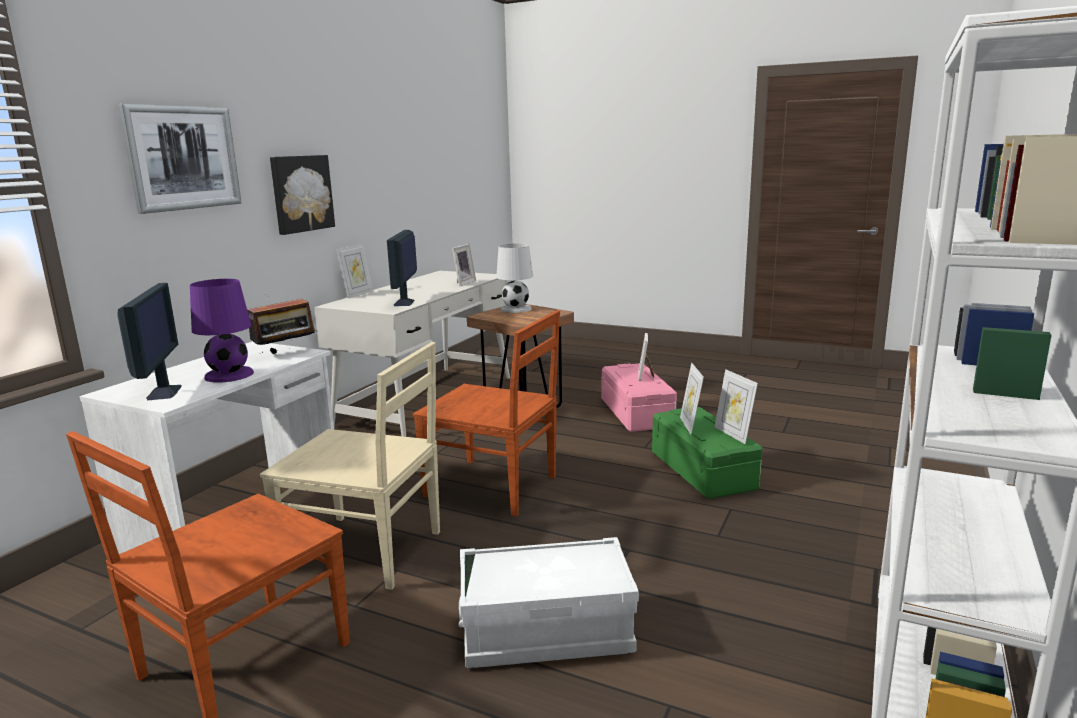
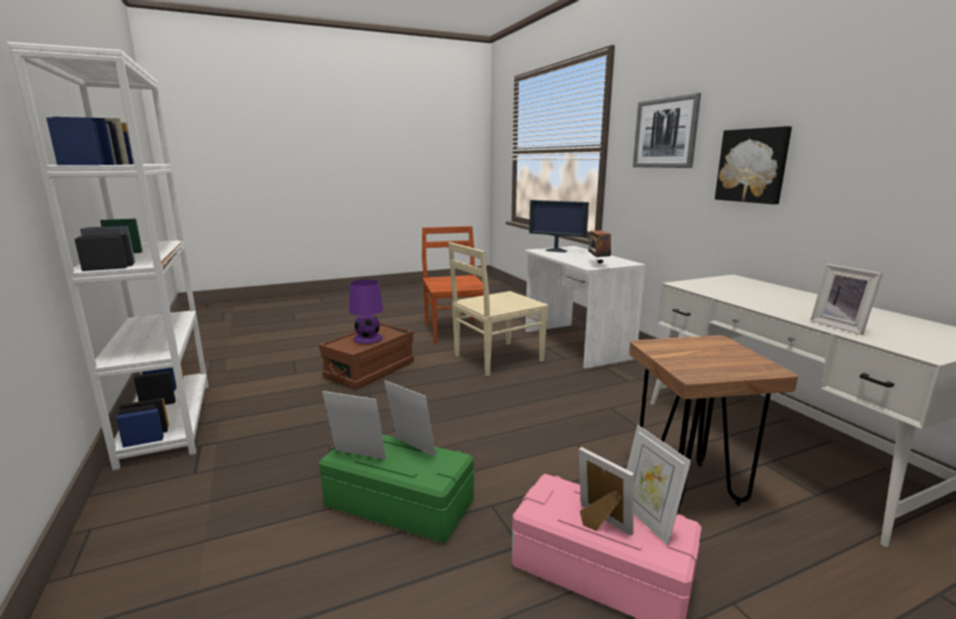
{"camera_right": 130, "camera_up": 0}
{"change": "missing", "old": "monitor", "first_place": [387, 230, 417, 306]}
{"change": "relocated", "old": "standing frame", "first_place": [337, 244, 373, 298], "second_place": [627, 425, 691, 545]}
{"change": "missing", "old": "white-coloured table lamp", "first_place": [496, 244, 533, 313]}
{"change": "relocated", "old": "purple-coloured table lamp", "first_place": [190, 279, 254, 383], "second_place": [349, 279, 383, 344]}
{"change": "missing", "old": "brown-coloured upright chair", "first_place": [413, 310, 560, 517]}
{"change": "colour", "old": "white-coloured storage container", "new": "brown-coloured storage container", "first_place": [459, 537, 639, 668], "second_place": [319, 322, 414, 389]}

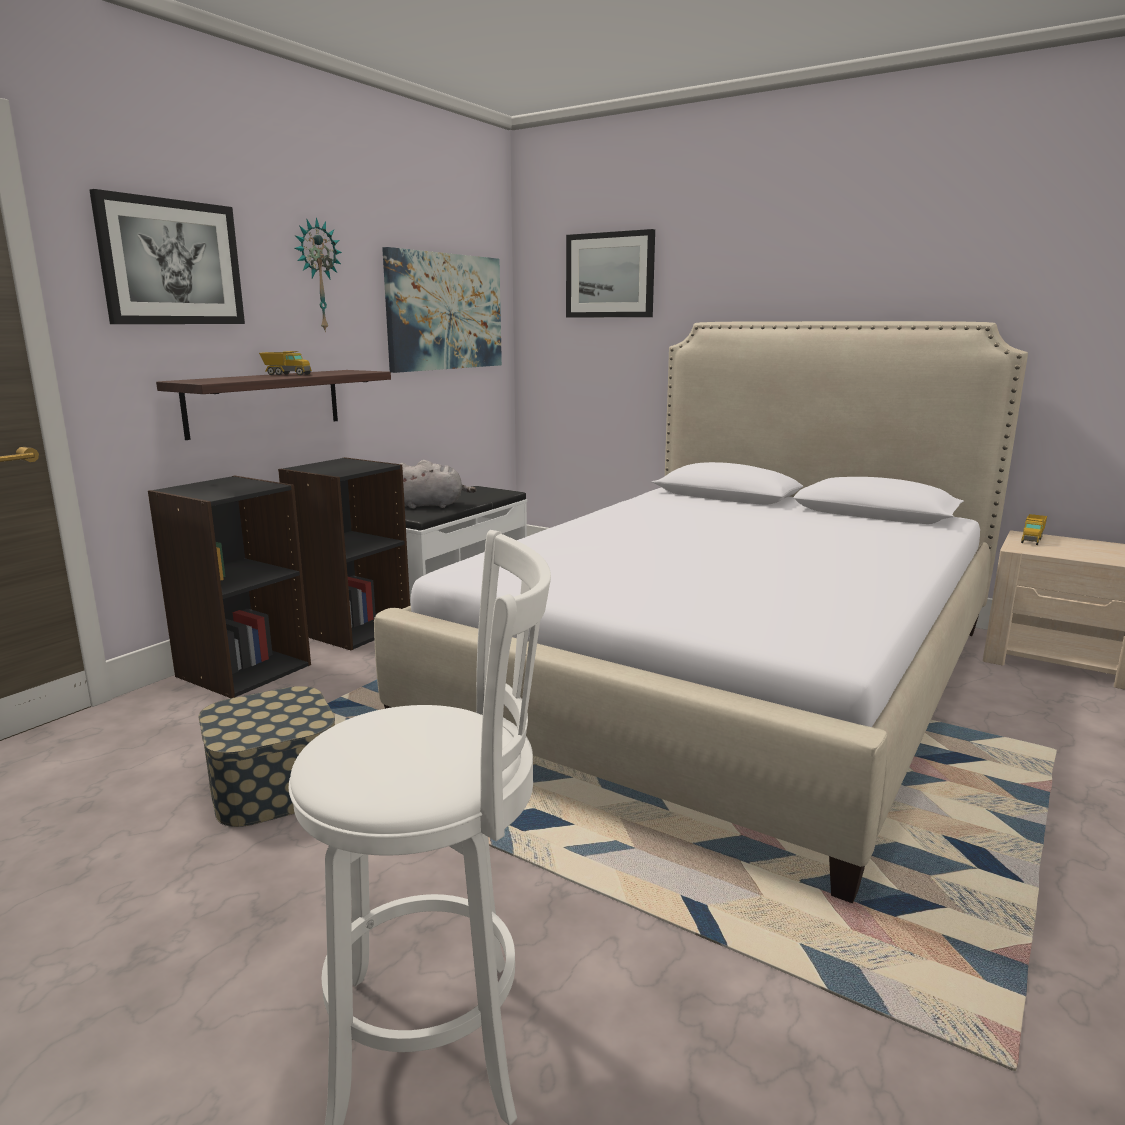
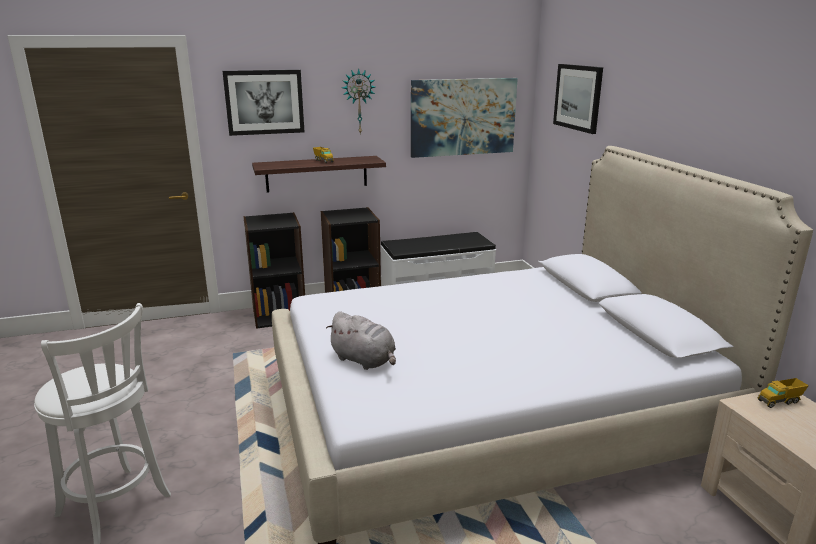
{"camera_right": 40, "camera_up": 5}
{"change": "relocated", "old": "grey plush toy", "first_place": [400, 460, 476, 509], "second_place": [326, 312, 396, 370]}
{"change": "missing", "old": "storage container", "first_place": [198, 686, 335, 827]}

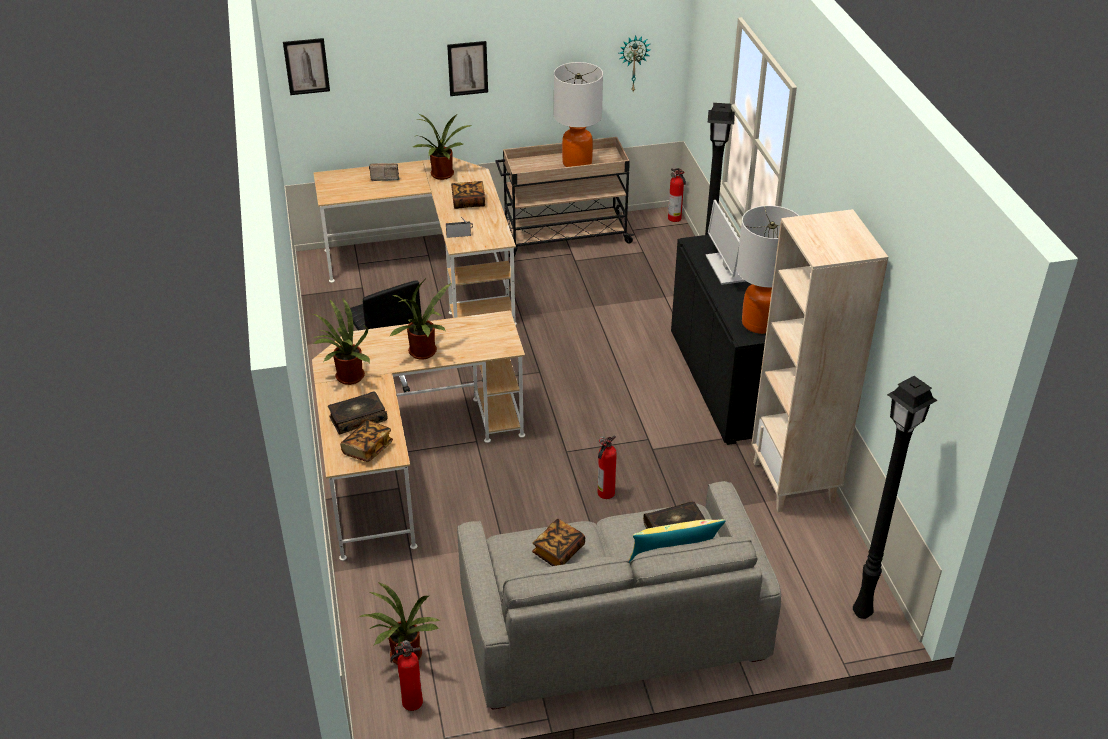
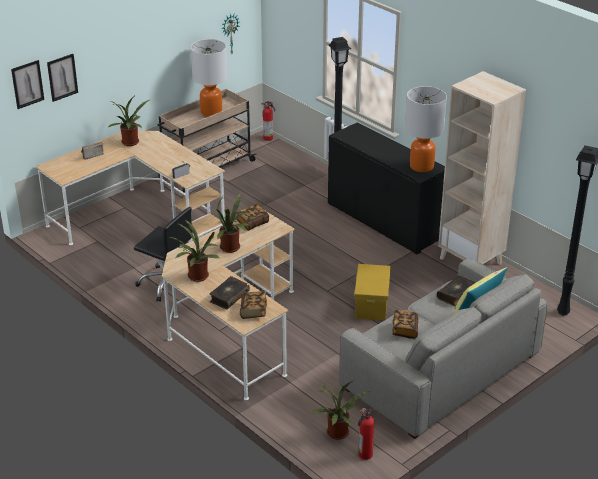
{"camera_right": -30, "camera_up": -5}
{"change": "relocated", "old": "wall art", "first_place": [447, 41, 488, 96], "second_place": [47, 54, 78, 102]}
{"change": "relocated", "old": "book", "first_place": [451, 181, 485, 209], "second_place": [236, 204, 269, 231]}
{"change": "missing", "old": "monitor", "first_place": [706, 200, 745, 285]}
{"change": "exchanged", "old": "fire extinguisher", "new": "yellowish storage container", "first_place": [598, 435, 617, 499], "second_place": [354, 264, 391, 321]}

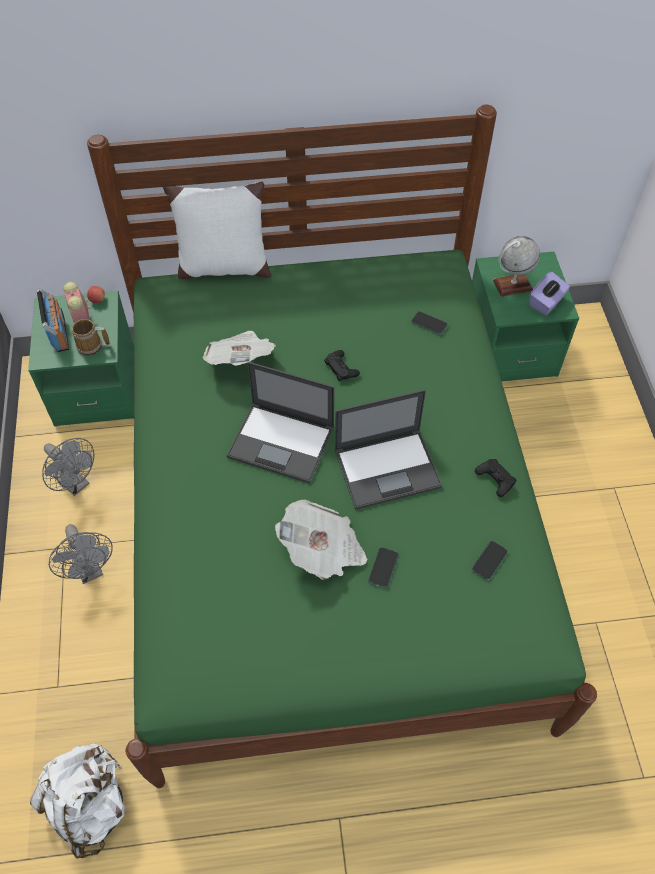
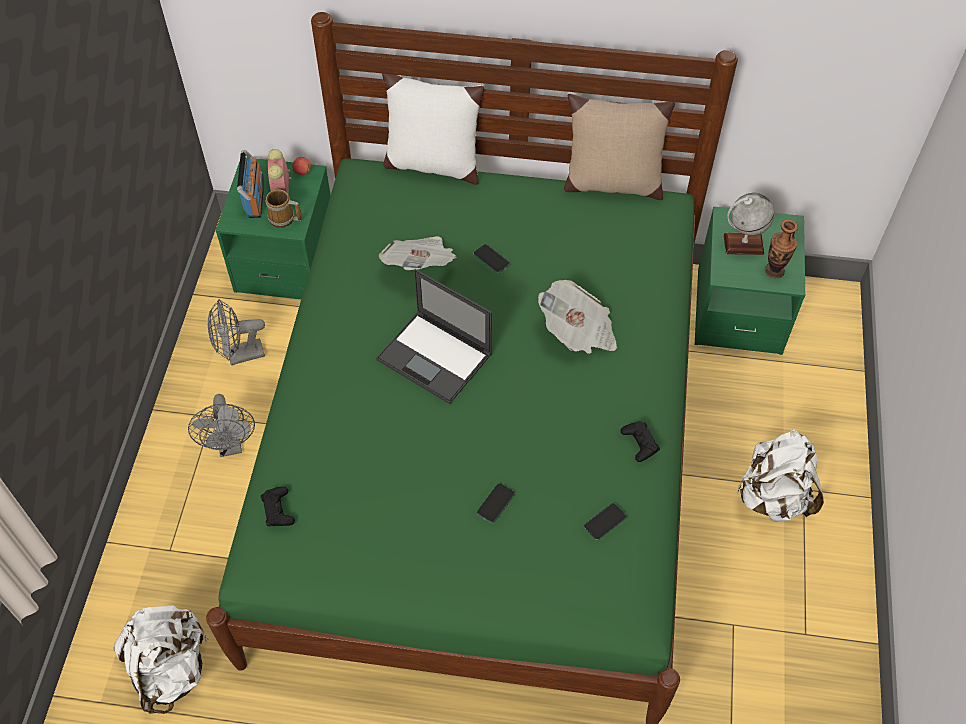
{"camera_right": 15, "camera_up": 0}
{"change": "exchanged", "old": "purple-coloured tissue box", "new": "decorative vase", "first_place": [529, 272, 570, 315], "second_place": [765, 219, 798, 278]}
{"change": "relocated", "old": "phone", "first_place": [411, 311, 448, 335], "second_place": [473, 244, 510, 273]}
{"change": "relocated", "old": "blackish joypad", "first_place": [324, 350, 360, 381], "second_place": [261, 486, 295, 526]}
{"change": "missing", "old": "laptop", "first_place": [335, 389, 442, 510]}
{"change": "spun", "old": "grey cooling fan", "first_place": [42, 438, 95, 496], "second_place": [208, 299, 265, 365], "degrees": 105}
{"change": "relocated", "old": "printed paper", "first_place": [275, 500, 367, 579], "second_place": [538, 280, 617, 354]}
{"change": "appeared", "new": "beige-coloured pillow", "second_place": [564, 94, 675, 200]}
{"change": "appeared", "new": "white-coloured rucksack", "second_place": [736, 429, 824, 522]}

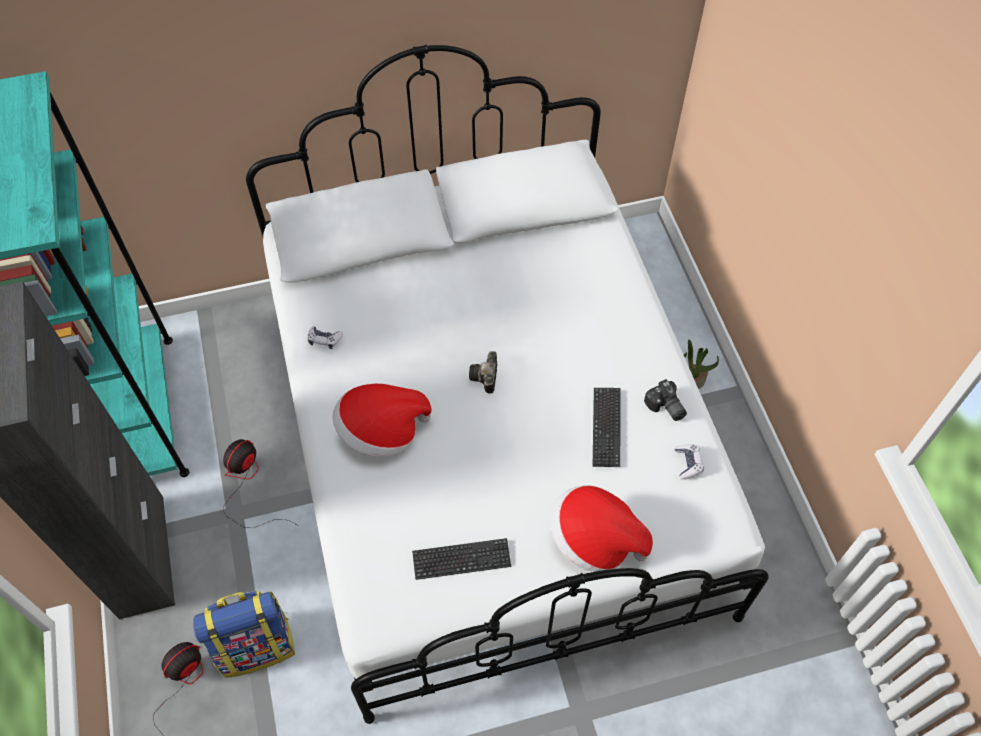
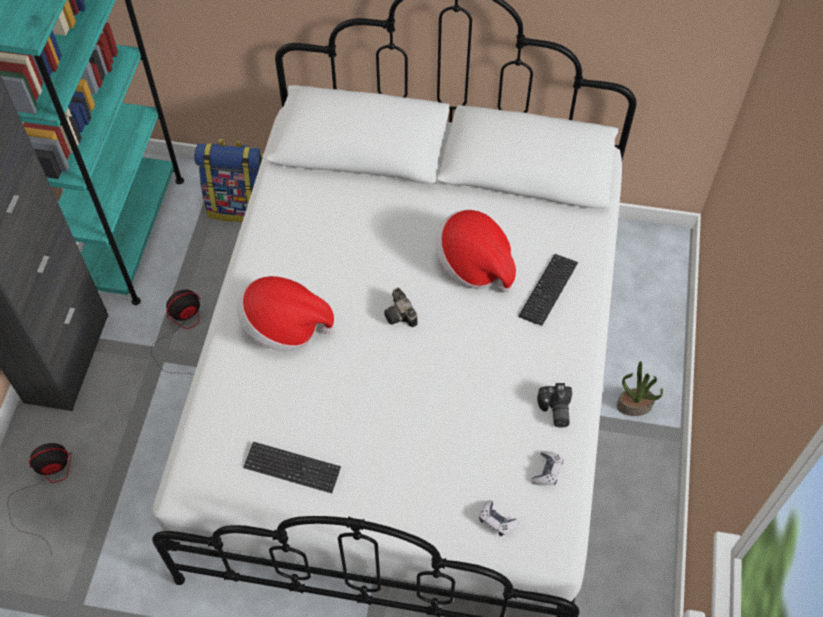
{"camera_right": 25, "camera_up": 0}
{"change": "relocated", "old": "joypad", "first_place": [307, 326, 343, 349], "second_place": [479, 500, 519, 536]}
{"change": "spun", "old": "still camera", "first_place": [469, 351, 497, 393], "second_place": [384, 288, 418, 327], "degrees": -60}
{"change": "relocated", "old": "PC keyboard", "first_place": [593, 388, 620, 467], "second_place": [518, 254, 578, 326]}
{"change": "relocated", "old": "hat", "first_place": [550, 485, 653, 572], "second_place": [435, 210, 516, 293]}
{"change": "relocated", "old": "rucksack", "first_place": [193, 591, 295, 678], "second_place": [194, 139, 263, 222]}

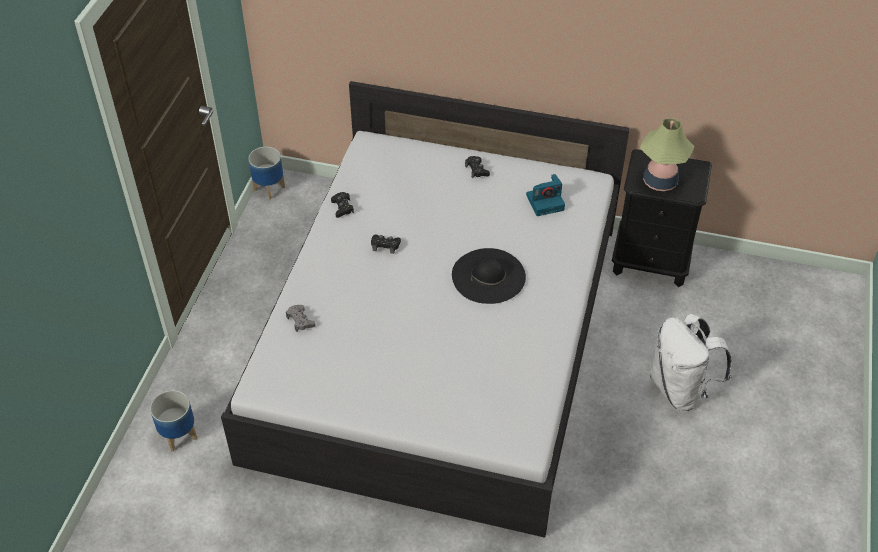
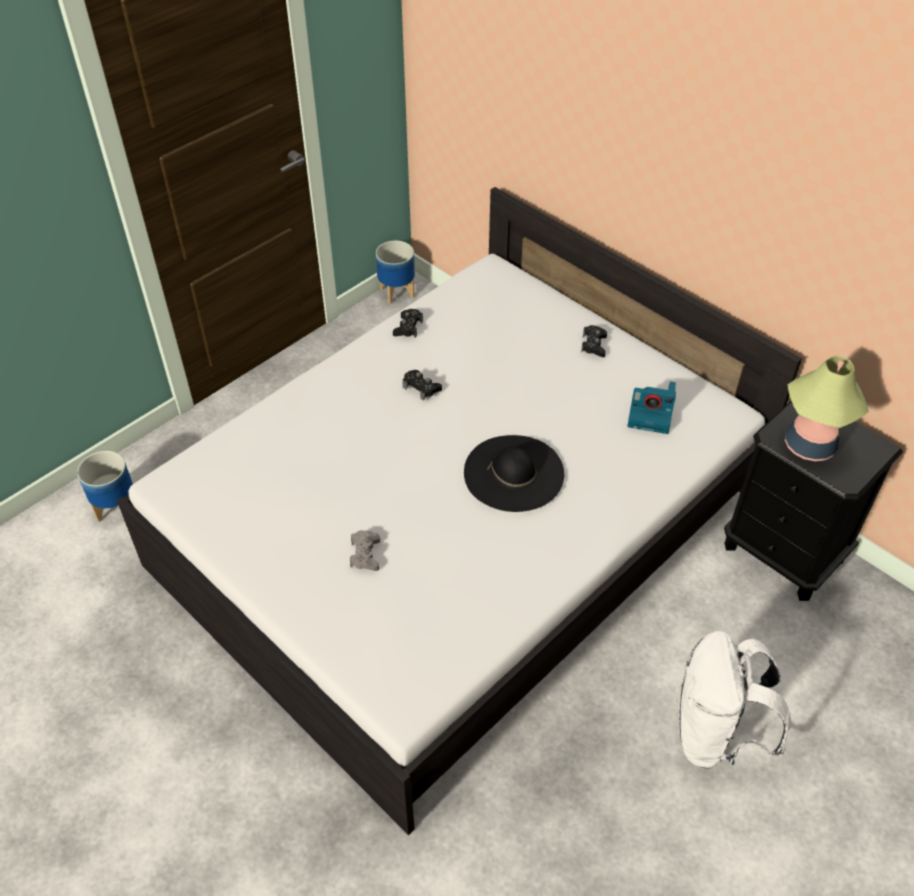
{"camera_right": 30, "camera_up": 0}
{"change": "relocated", "old": "grey joypad", "first_place": [286, 305, 316, 332], "second_place": [350, 530, 380, 571]}

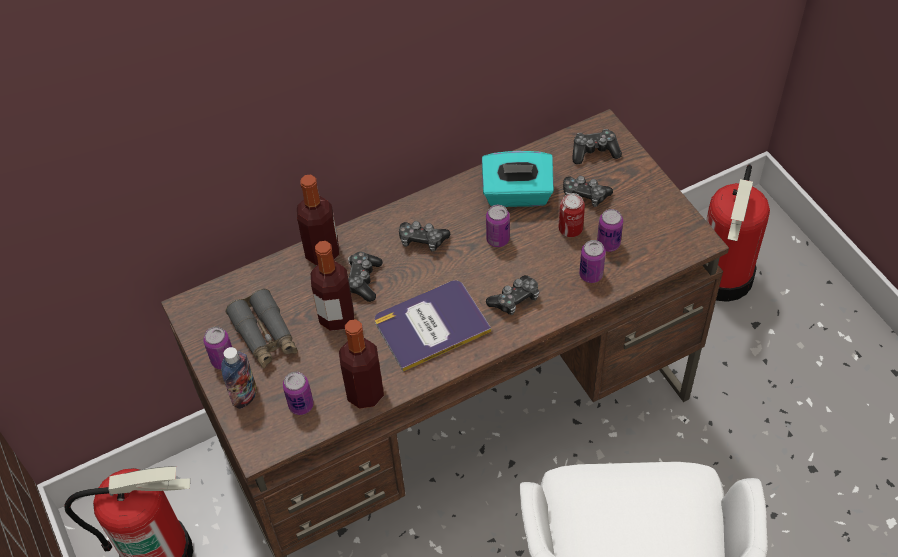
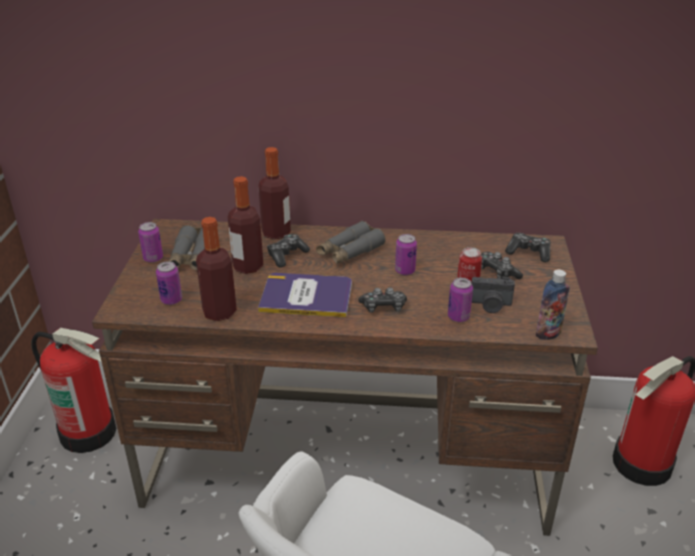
{"camera_right": 30, "camera_up": -20}
{"change": "missing", "old": "turquoise-coloured tissue box", "first_place": [482, 151, 554, 207]}
{"change": "exchanged", "old": "sealed can", "new": "still camera", "first_place": [597, 209, 623, 252], "second_place": [471, 277, 515, 313]}
{"change": "exchanged", "old": "joypad", "new": "grey pair of binoculars", "first_place": [399, 221, 450, 252], "second_place": [316, 221, 386, 264]}
{"change": "relocated", "old": "beverage bottle", "first_place": [221, 347, 257, 409], "second_place": [536, 269, 570, 340]}

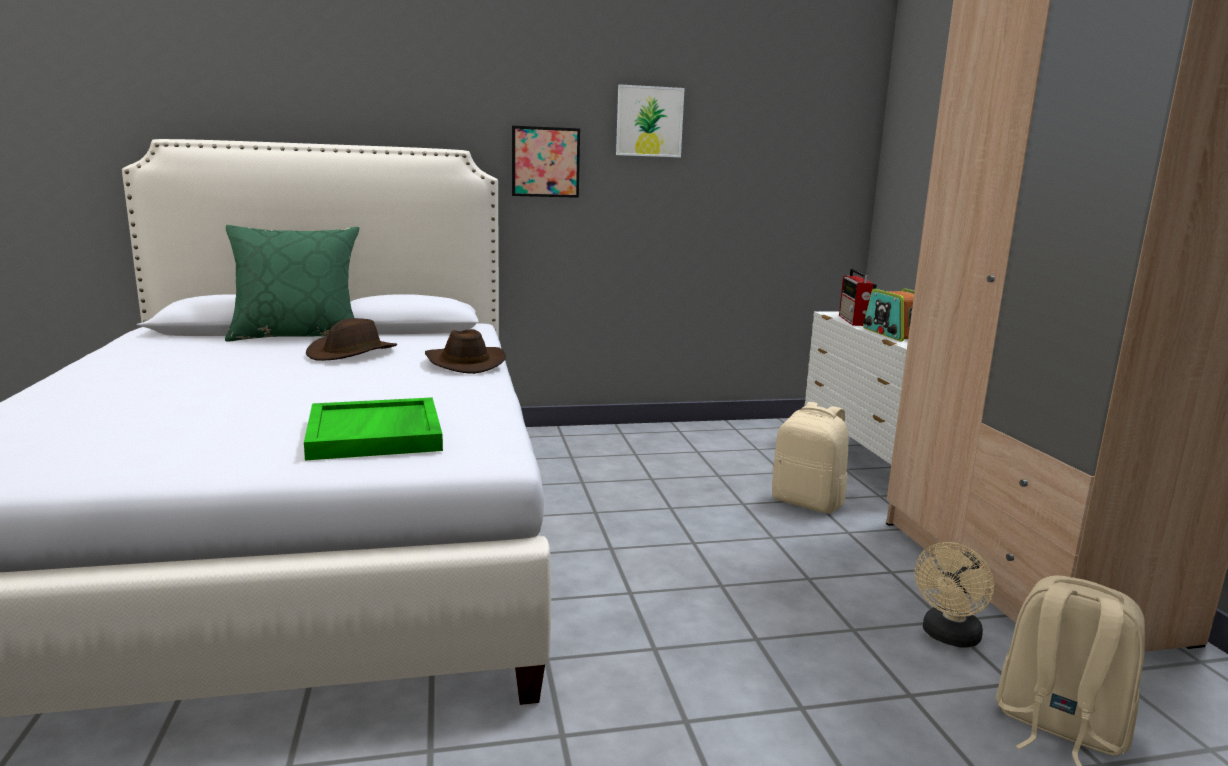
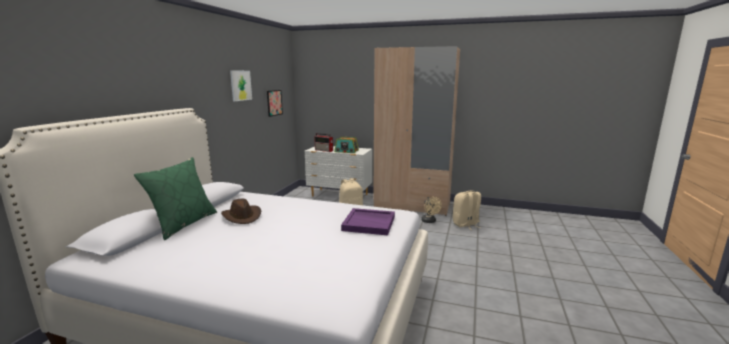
{"camera_right": -60, "camera_up": 0}
{"change": "relocated", "old": "wall art", "first_place": [512, 126, 580, 198], "second_place": [267, 90, 283, 117]}
{"change": "missing", "old": "brown-coloured hat", "first_place": [425, 329, 506, 374]}
{"change": "colour", "old": "green-coloured serving tray", "new": "purple-coloured serving tray", "first_place": [304, 397, 443, 460], "second_place": [341, 208, 395, 235]}

